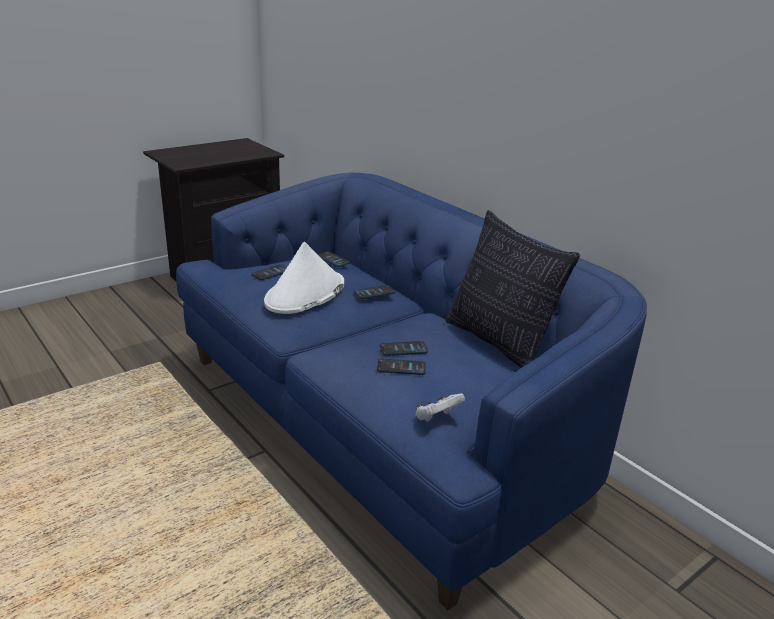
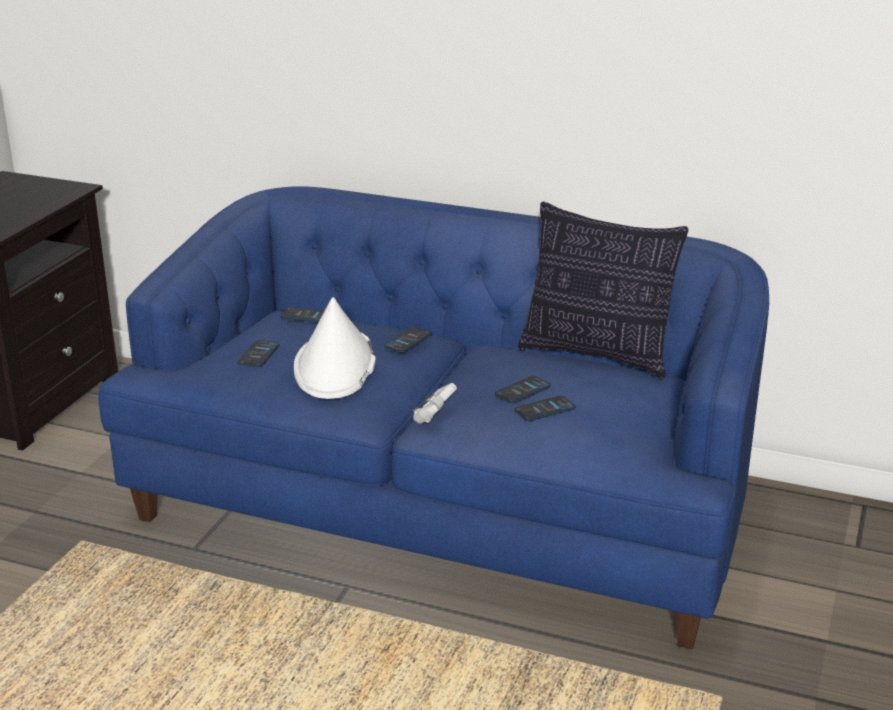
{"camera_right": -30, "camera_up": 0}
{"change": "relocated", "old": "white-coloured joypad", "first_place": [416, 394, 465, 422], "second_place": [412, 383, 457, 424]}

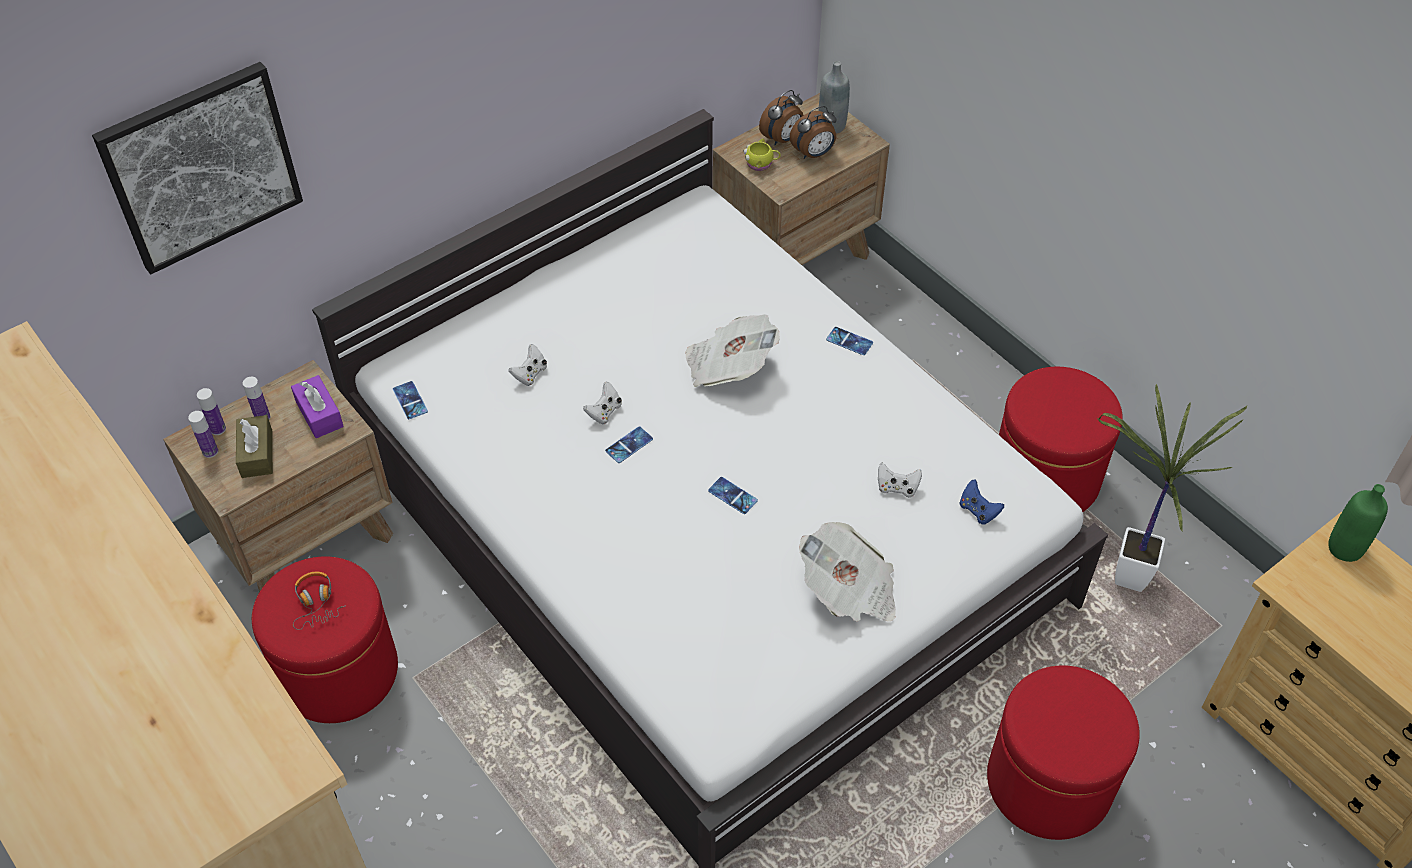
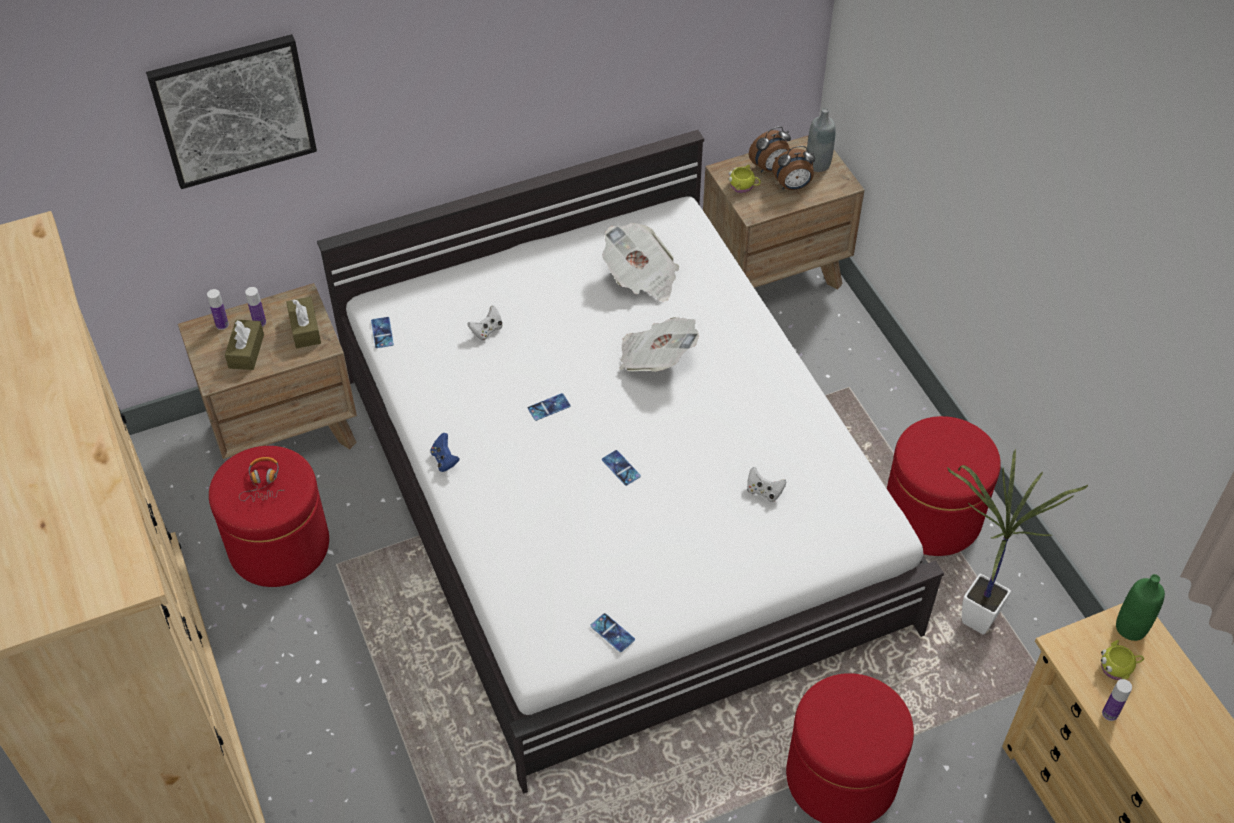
{"camera_right": 15, "camera_up": 0}
{"change": "relocated", "old": "phone", "first_place": [826, 327, 873, 355], "second_place": [590, 613, 635, 652]}
{"change": "colour", "old": "purple-coloured tissue box", "new": "brown-coloured tissue box", "first_place": [291, 375, 344, 438], "second_place": [286, 297, 321, 348]}
{"change": "missing", "old": "white-coloured joypad", "first_place": [583, 382, 622, 424]}
{"change": "relocated", "old": "beverage bottle", "first_place": [188, 411, 218, 458], "second_place": [1102, 679, 1132, 721]}
{"change": "relocated", "old": "bluish joypad", "first_place": [960, 479, 1004, 525], "second_place": [431, 433, 460, 472]}
{"change": "relocated", "old": "printed paper", "first_place": [799, 522, 896, 621], "second_place": [602, 223, 679, 302]}
{"change": "appeared", "new": "yellowish tea mug", "second_place": [1101, 640, 1144, 680]}

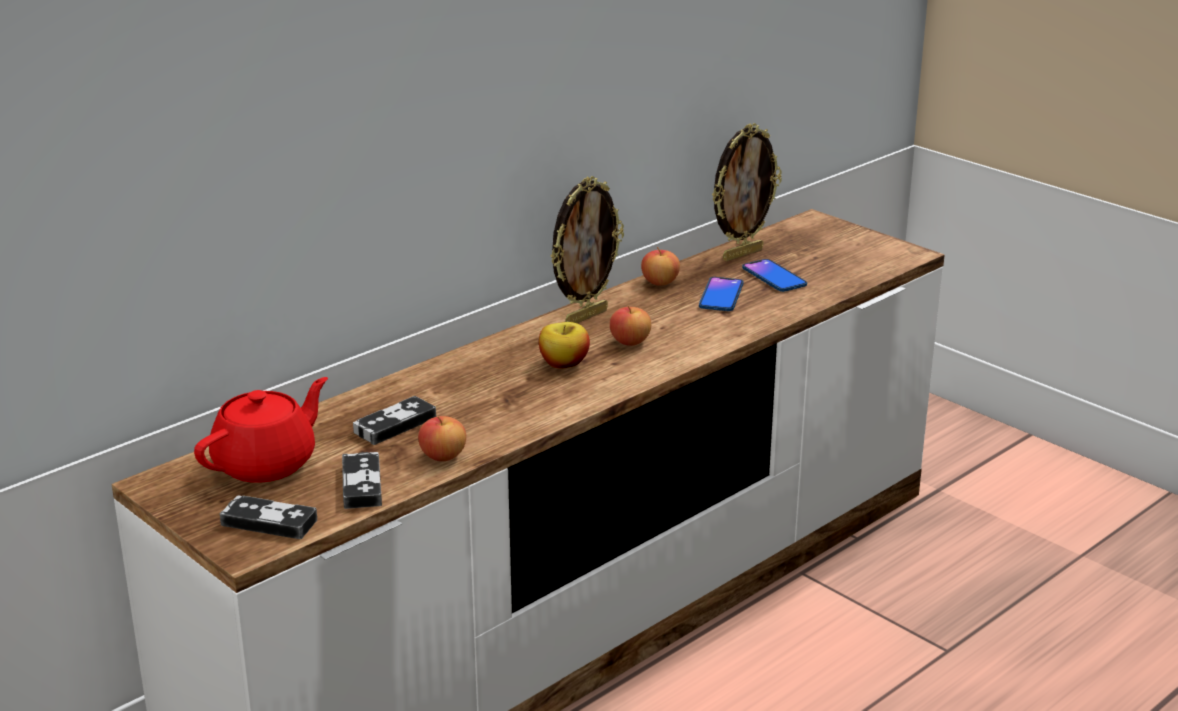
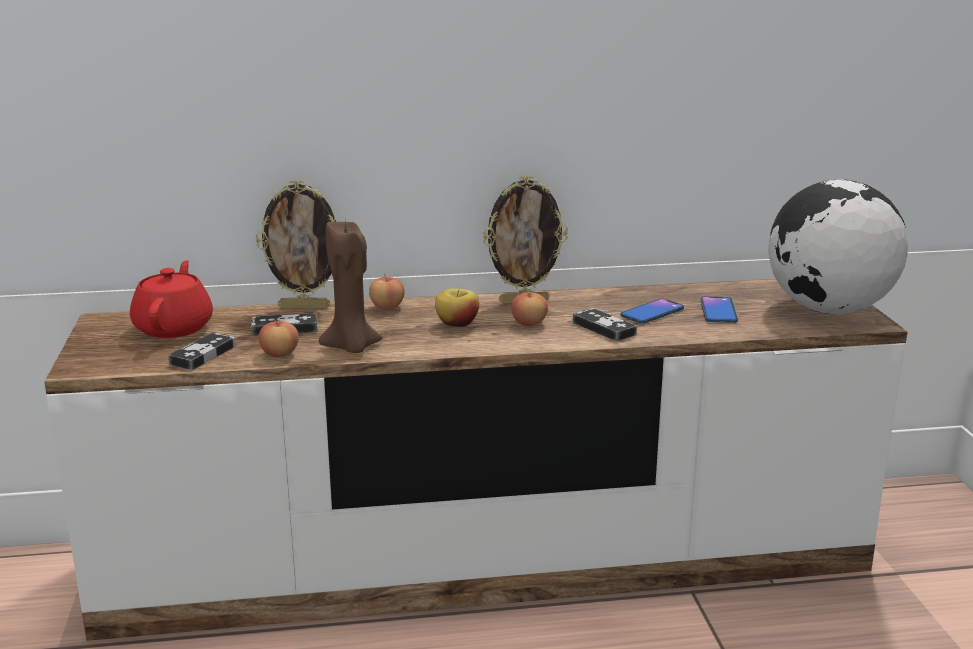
{"camera_right": 35, "camera_up": -5}
{"change": "relocated", "old": "standing frame", "first_place": [712, 123, 782, 261], "second_place": [256, 180, 337, 309]}
{"change": "relocated", "old": "apple", "first_place": [641, 247, 680, 286], "second_place": [369, 273, 405, 309]}
{"change": "spun", "old": "red-coloured pot for tea", "first_place": [194, 377, 328, 483], "second_place": [130, 260, 213, 338], "degrees": -75}
{"change": "relocated", "old": "joypad", "first_place": [220, 495, 317, 539], "second_place": [573, 308, 637, 341]}
{"change": "appeared", "new": "globe", "second_place": [768, 180, 908, 314]}
{"change": "appeared", "new": "brown-coloured candle", "second_place": [319, 220, 382, 353]}

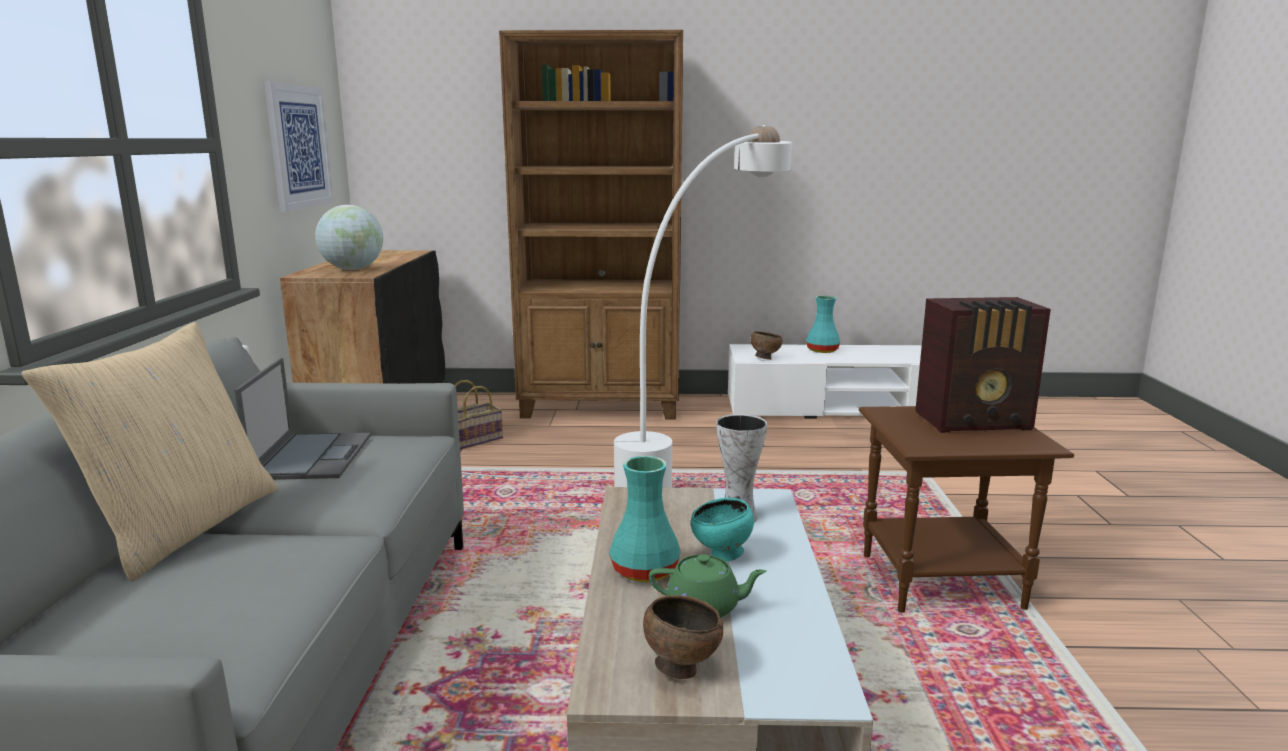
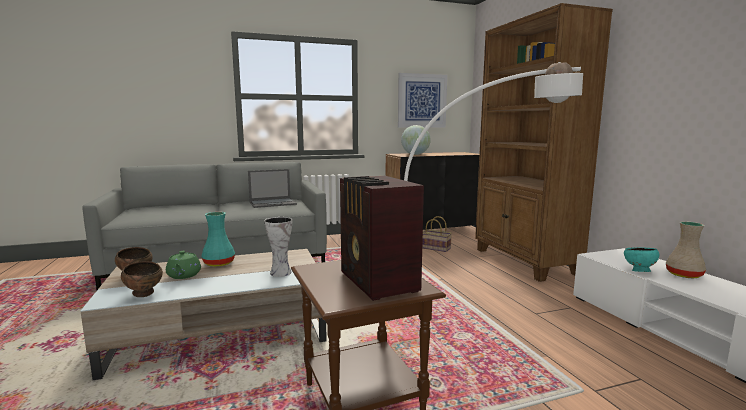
{"camera_right": 70, "camera_up": -5}
{"change": "colour", "old": "turquoise-coloured decorative vase", "new": "beige-coloured decorative vase", "first_place": [806, 296, 840, 353], "second_place": [666, 221, 706, 278]}
{"change": "missing", "old": "beige-coloured pillow", "first_place": [21, 322, 278, 582]}
{"change": "relocated", "old": "brown-coloured bowl", "first_place": [751, 331, 783, 360], "second_place": [121, 261, 163, 297]}
{"change": "relocated", "old": "turquoise-coloured bowl", "first_place": [691, 498, 754, 561], "second_place": [624, 247, 659, 272]}

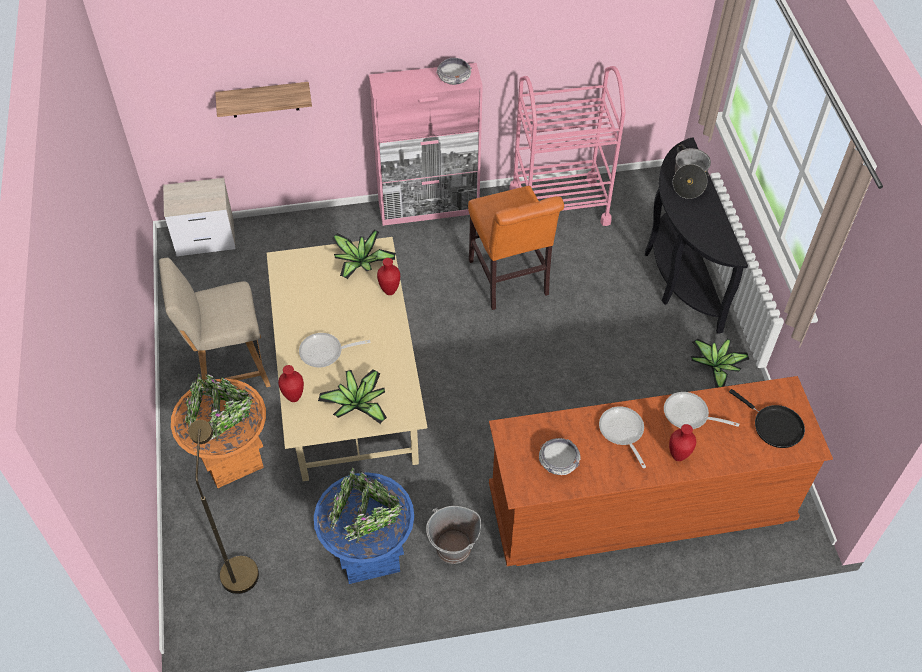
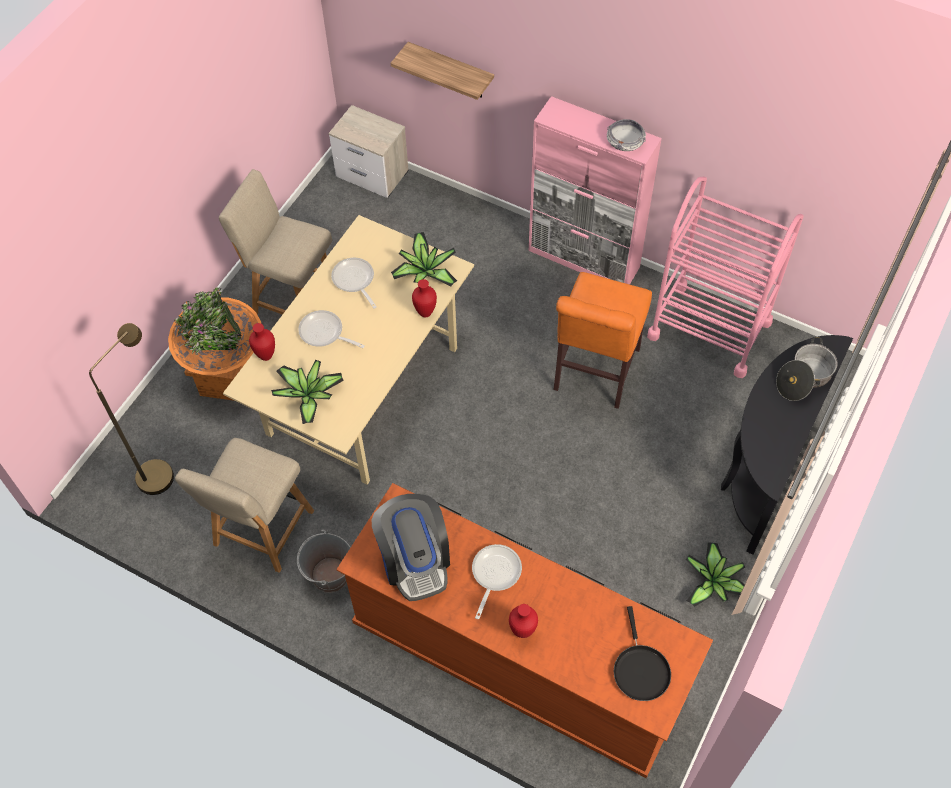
{"camera_right": 40, "camera_up": 5}
{"change": "relocated", "old": "pan", "first_place": [664, 392, 739, 429], "second_place": [331, 258, 377, 309]}
{"change": "exchanged", "old": "bowl", "new": "coffee brewer", "first_place": [539, 438, 580, 475], "second_place": [372, 494, 450, 601]}
{"change": "exchanged", "old": "bluish flower pot", "new": "beige-coloured upright chair", "first_place": [314, 467, 414, 584], "second_place": [175, 438, 314, 573]}

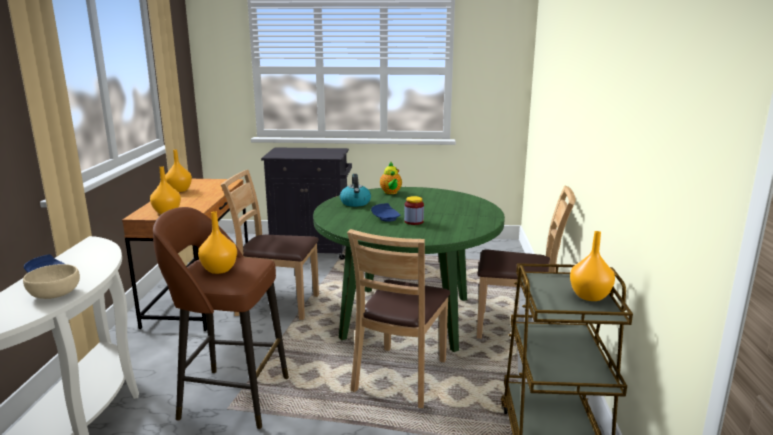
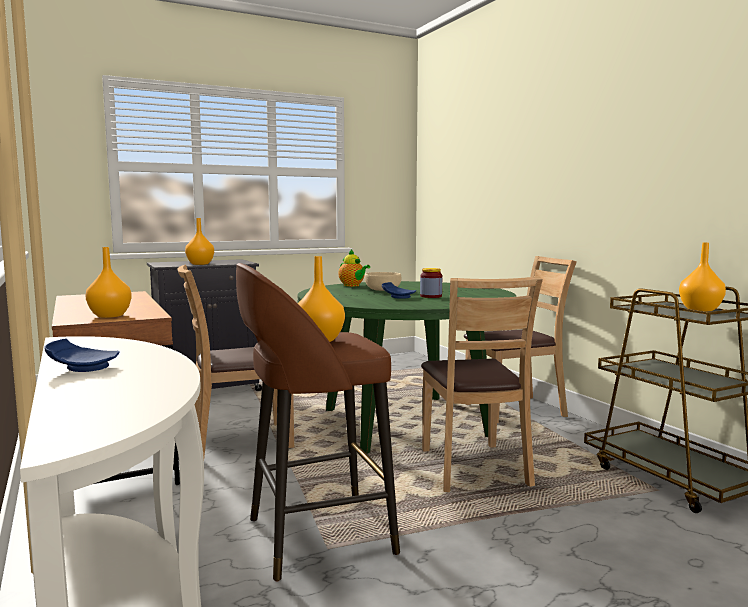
{"camera_right": -30, "camera_up": -10}
{"change": "relocated", "old": "orange decorative vase", "first_place": [165, 149, 192, 192], "second_place": [185, 218, 214, 265]}
{"change": "missing", "old": "kettle", "first_place": [340, 174, 371, 207]}
{"change": "relocated", "old": "beige-coloured bowl", "first_place": [23, 264, 80, 299], "second_place": [365, 272, 401, 291]}

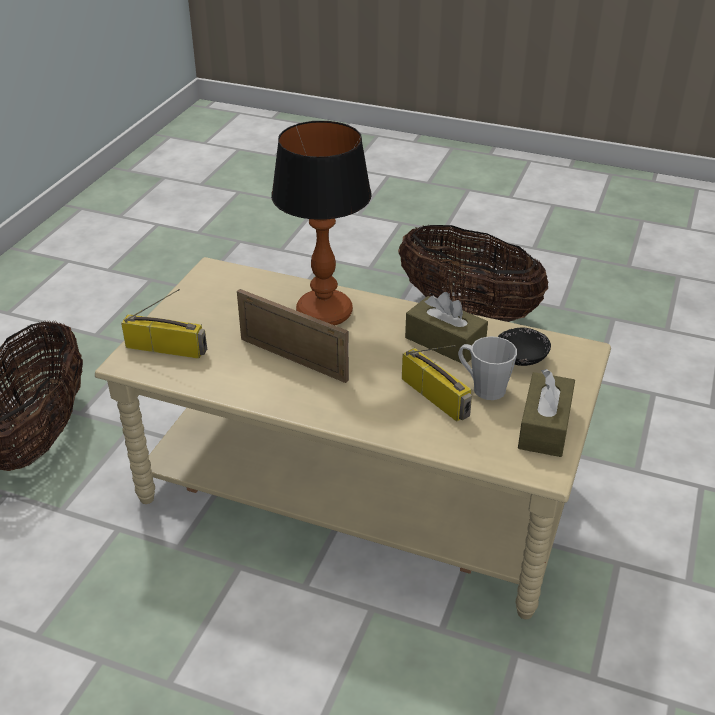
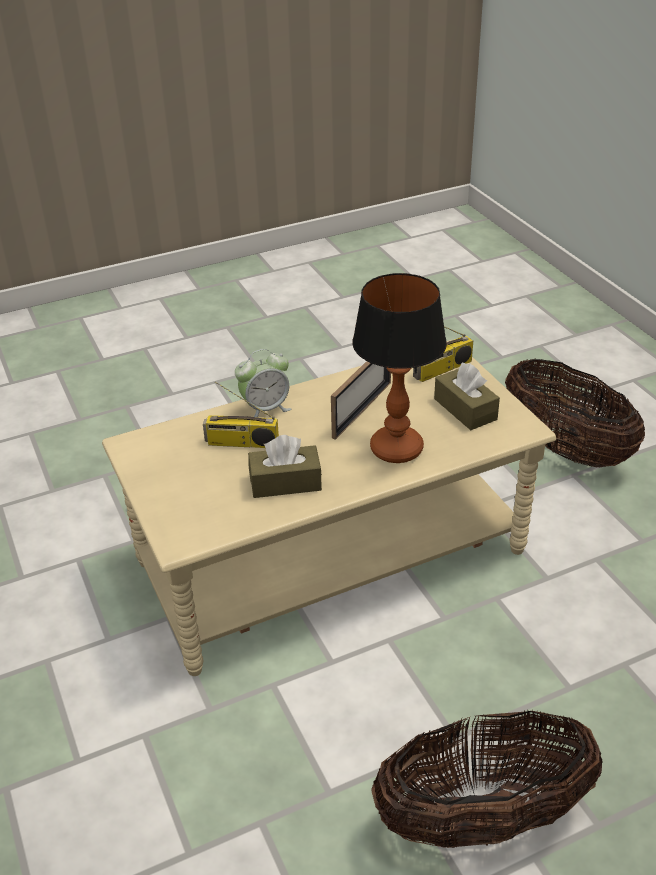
{"camera_right": 135, "camera_up": 0}
{"change": "spun", "old": "standing frame", "first_place": [237, 289, 349, 383], "second_place": [331, 361, 391, 440], "degrees": -45}
{"change": "missing", "old": "blackish bowl", "first_place": [498, 328, 551, 366]}
{"change": "missing", "old": "grey tea mug", "first_place": [458, 336, 517, 400]}
{"change": "relocated", "old": "brown-coloured tissue box", "first_place": [518, 369, 575, 457], "second_place": [434, 363, 500, 430]}
{"change": "appeared", "new": "table clock", "second_place": [235, 349, 291, 417]}

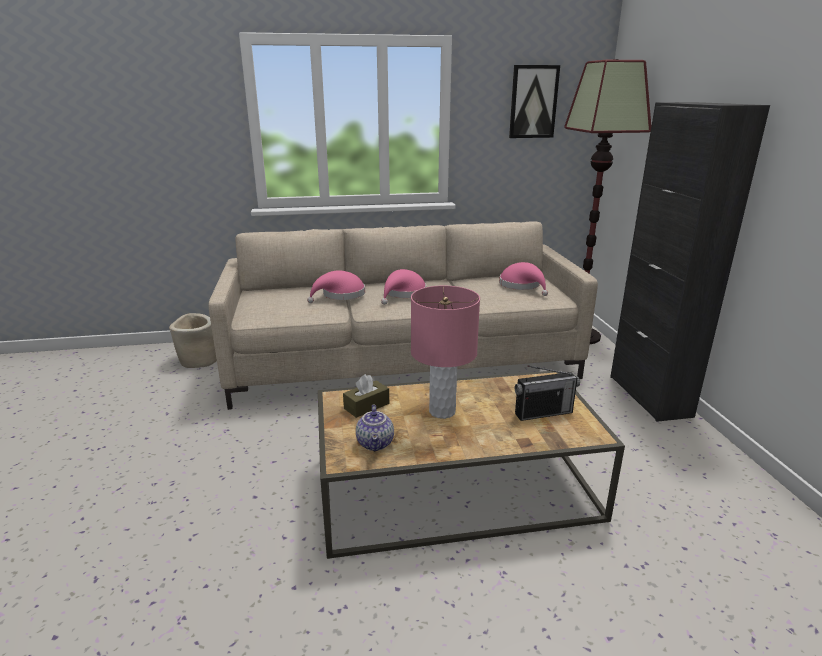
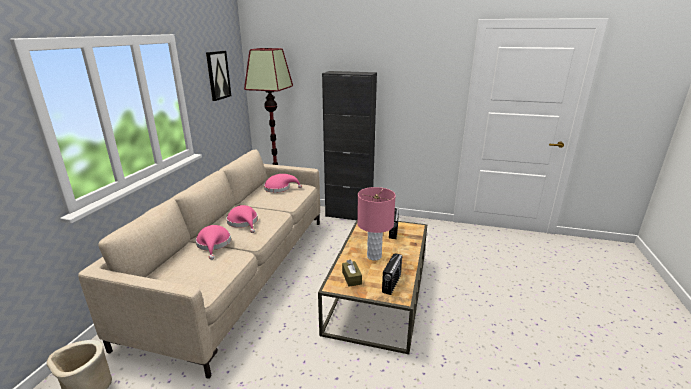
{"camera_right": -65, "camera_up": 0}
{"change": "exchanged", "old": "pot for tea", "new": "radio set", "first_place": [356, 404, 394, 451], "second_place": [382, 254, 402, 295]}

